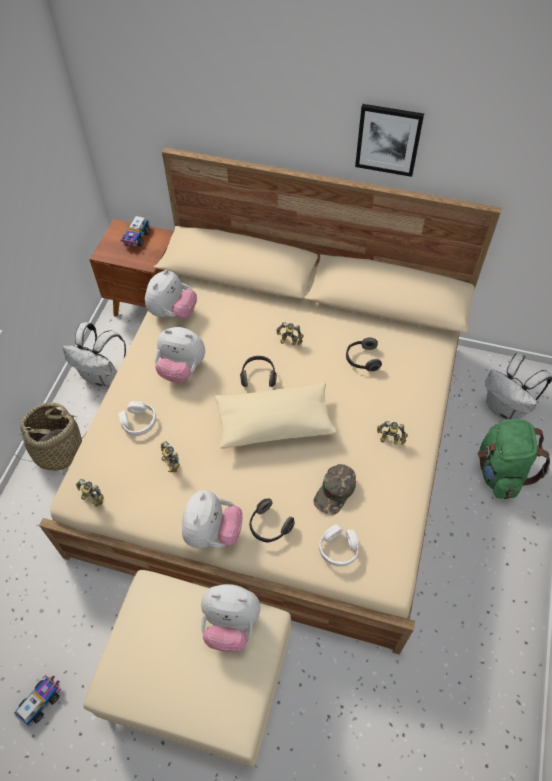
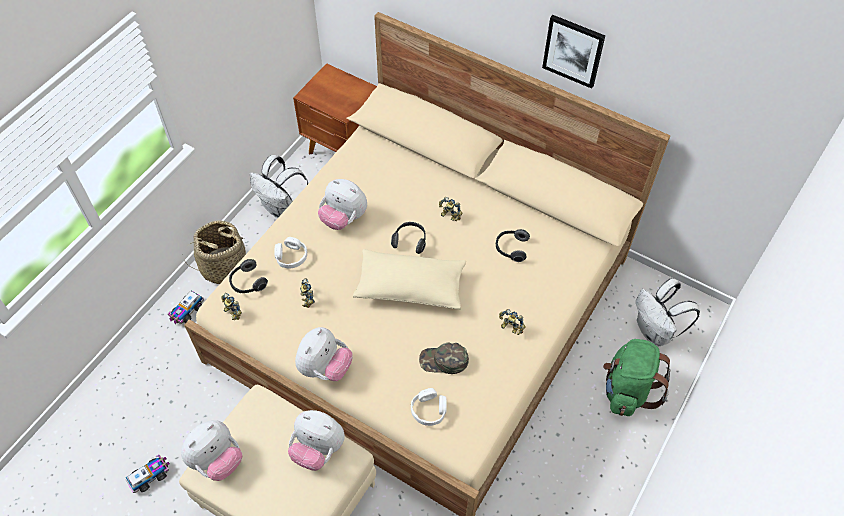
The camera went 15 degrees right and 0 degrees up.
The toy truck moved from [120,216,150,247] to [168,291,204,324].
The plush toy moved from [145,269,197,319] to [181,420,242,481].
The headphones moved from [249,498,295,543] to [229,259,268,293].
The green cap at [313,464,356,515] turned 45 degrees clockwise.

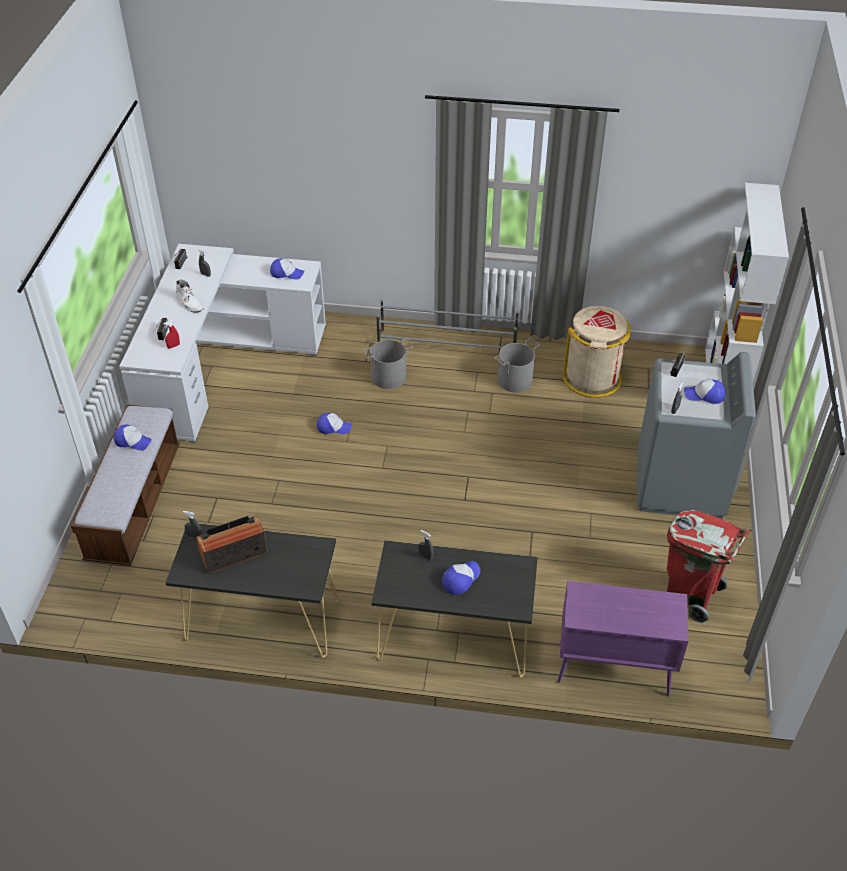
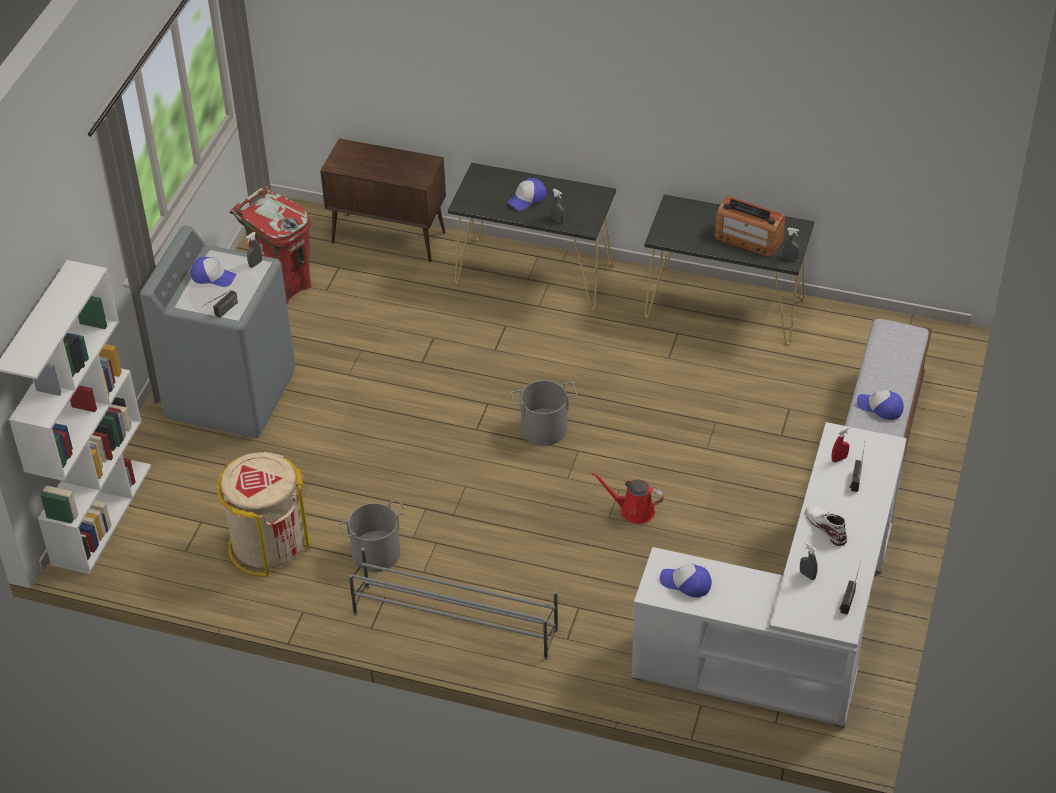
The camera went 170 degrees left and 0 degrees up.
The radio at [196,516,268,574] turned 45 degrees clockwise.
The cap at [317,413,352,434] was replaced by the red watering can at [591,471,664,524].
The grey bucket moved from [363,338,413,389] to [511,380,577,446].
The purple cabinet at [557,581,689,696] became the brown cabinet at [320,138,446,262].

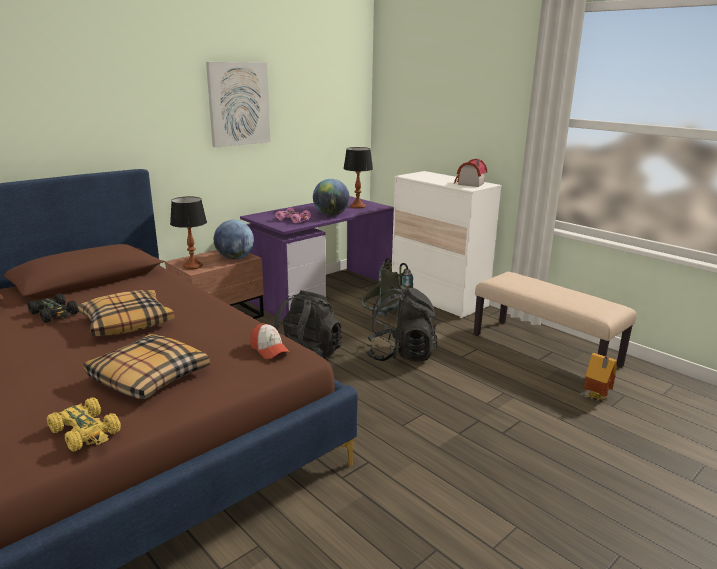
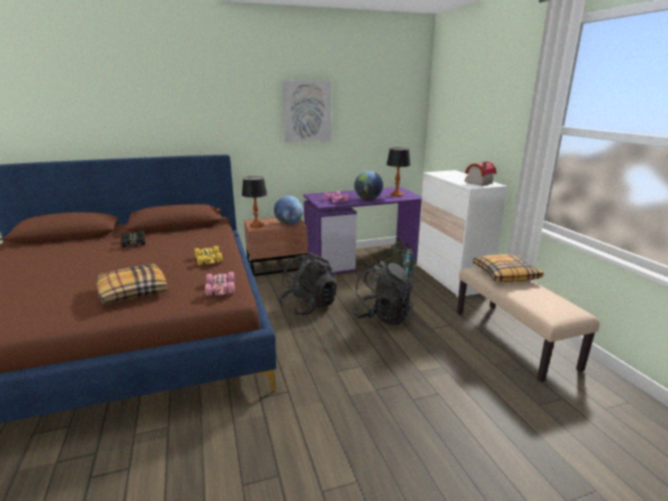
The camera went 25 degrees right and 0 degrees up.
The yellow toy car moved from [47,397,121,452] to [194,245,223,265].
The pillow moved from [78,290,174,336] to [473,254,544,282].
The cap at [250,323,290,359] was replaced by the pink toy car at [205,272,235,296].
The toy house at [584,353,617,402] disappeared.

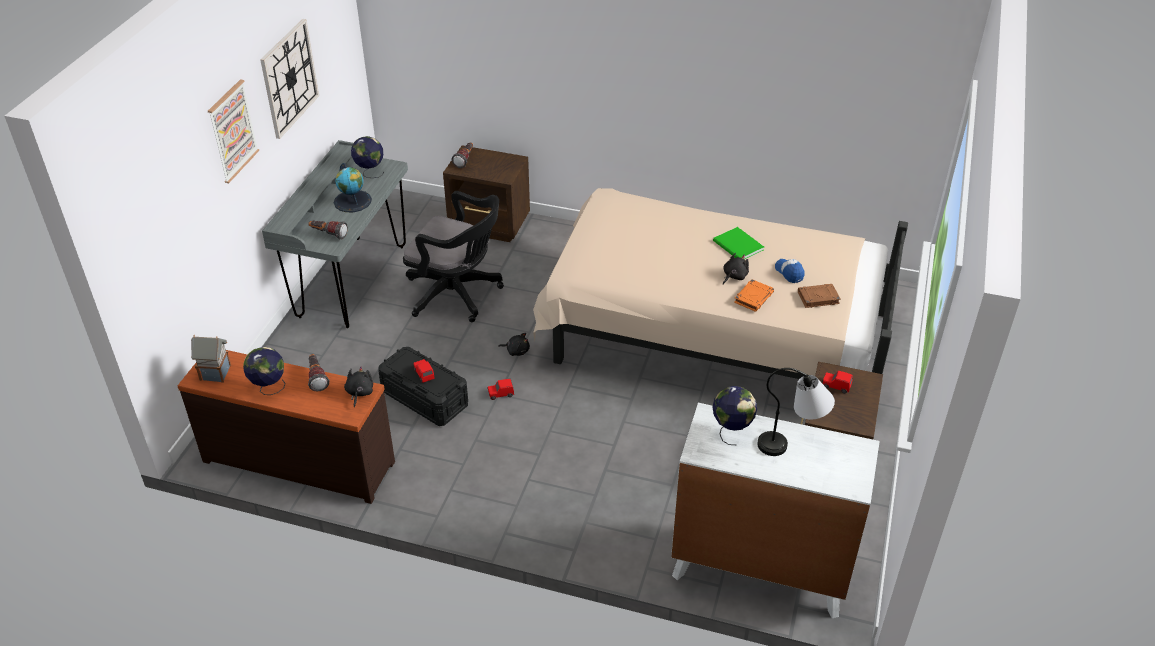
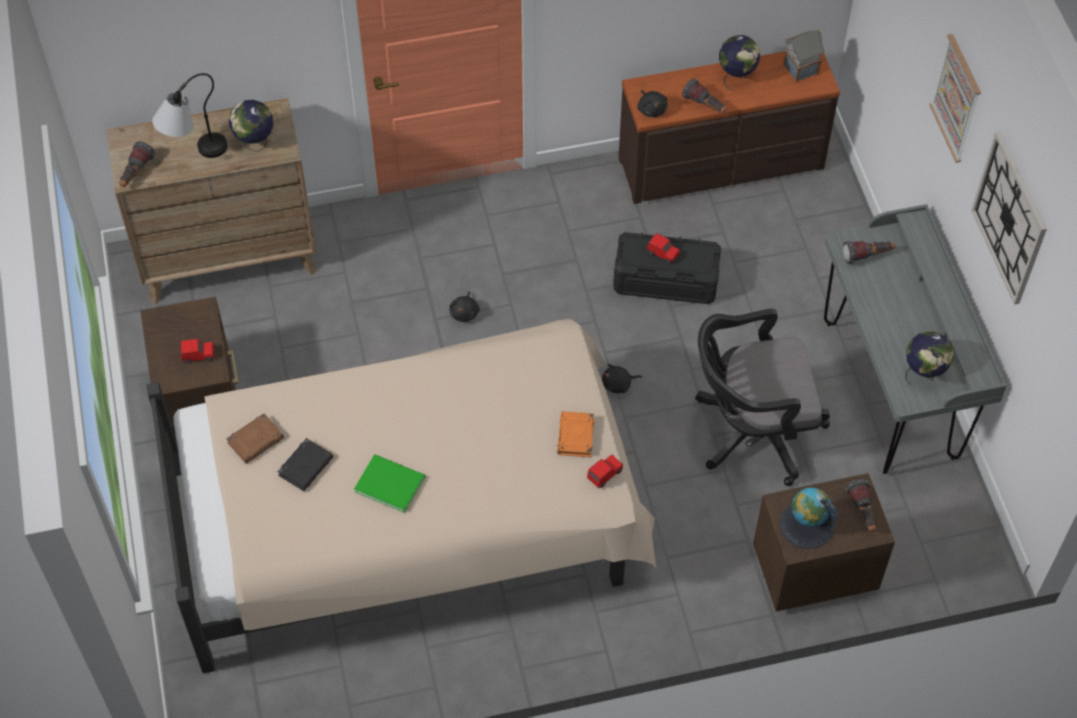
The camera went 150 degrees right and 15 degrees up.
The globe moved from [334,163,372,212] to [780,488,838,549].
The red toy car moved from [487,379,514,400] to [587,454,623,488].
The white dresser at [671,403,880,618] became the brown dresser at [106,98,317,304].
The black plush toy moved from [723,253,749,285] to [450,291,480,322].
The orange book moved from [734,279,774,312] to [557,411,594,457].
The cap at [775,259,805,283] was replaced by the black book at [277,438,333,491].
The flashlight at [119,141,155,187] appeared.

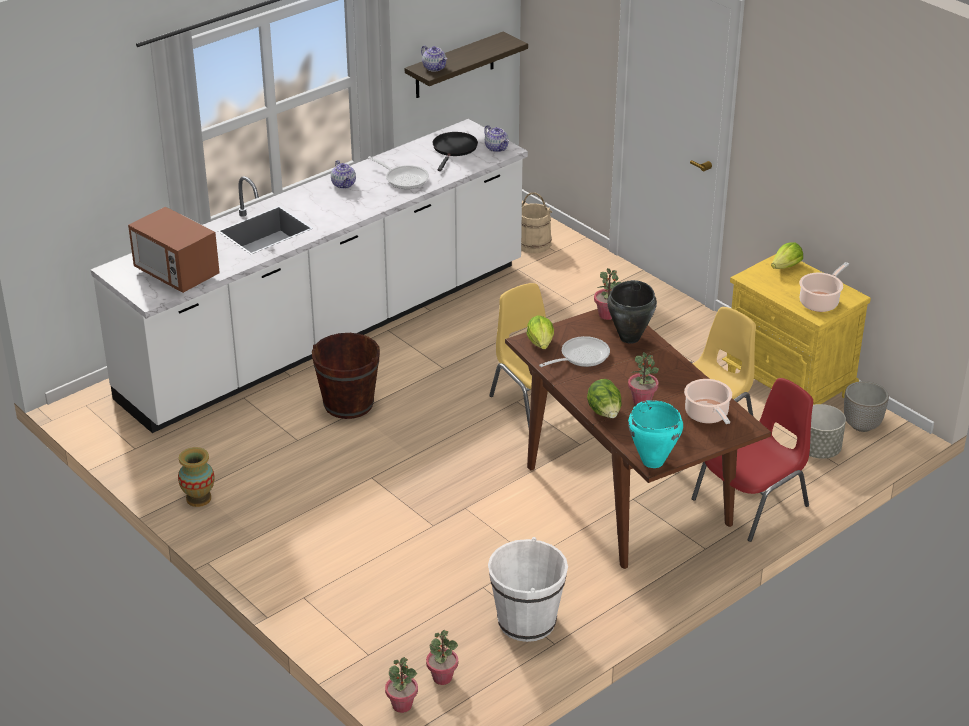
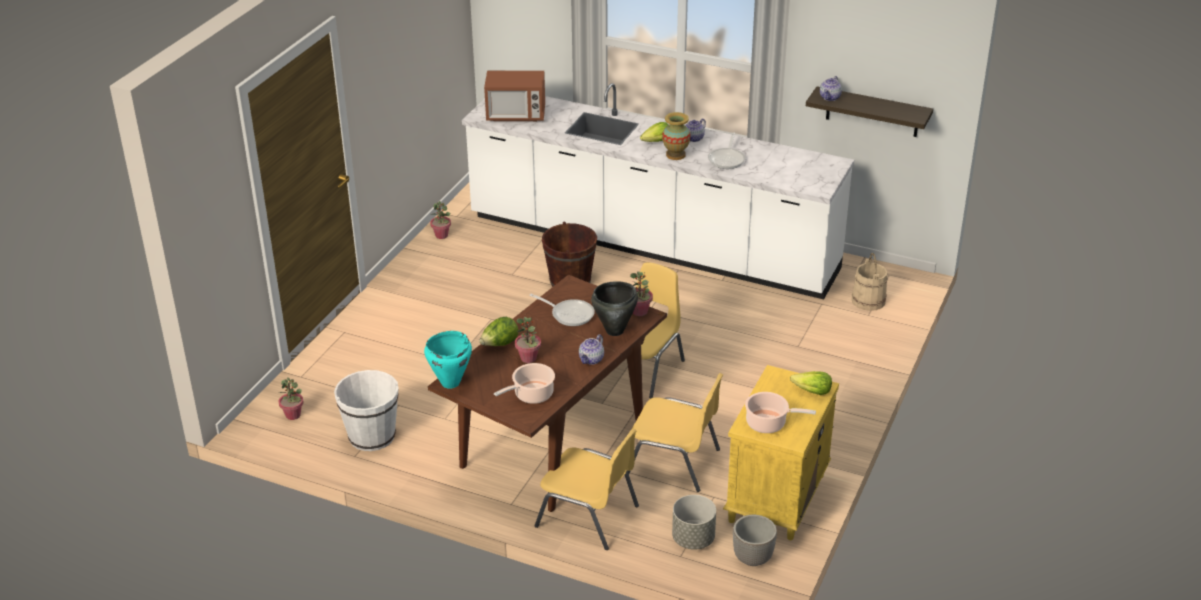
The camera went 65 degrees right and 0 degrees up.
The microwave at [128,207,220,293] turned 105 degrees counterclockwise.
The vase moved from [178,447,215,507] to [662,112,690,160].
The potted plant moved from [385,657,418,713] to [430,201,451,239].
The black frying pan at [433,132,478,171] disappeared.
The teapot moved from [484,125,509,152] to [579,334,604,365].
The lettuce moved from [527,315,554,349] to [640,122,669,142].
The red chair at [692,378,813,542] became the yellow chair at [535,429,639,550].

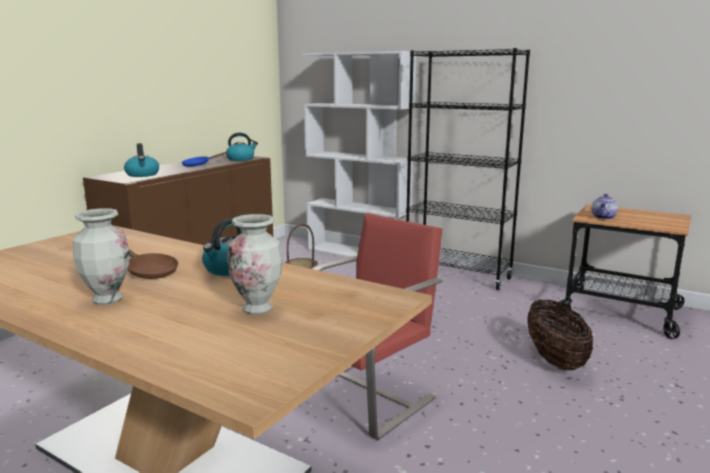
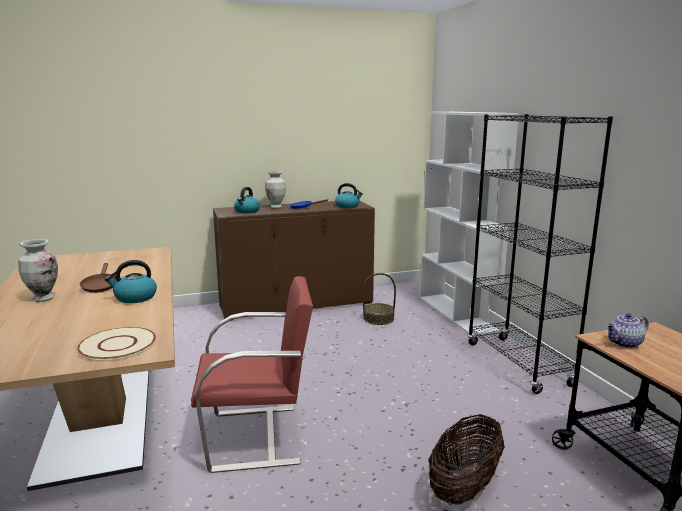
The camera went 40 degrees right and 0 degrees up.
The vase moved from [227,214,283,315] to [265,171,286,208].
The beige plate at [77,327,156,360] appeared.

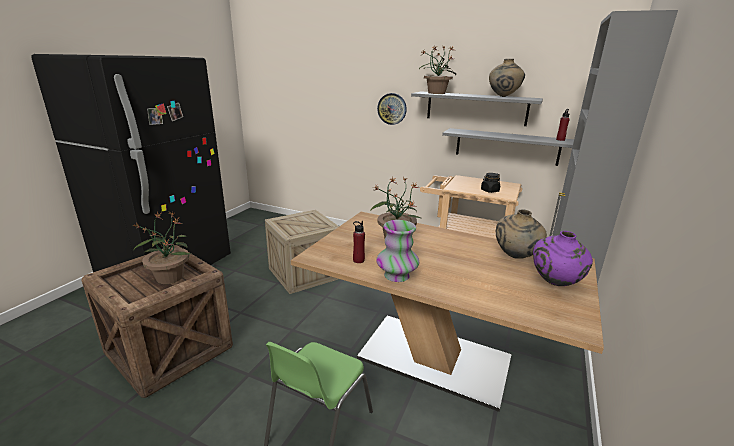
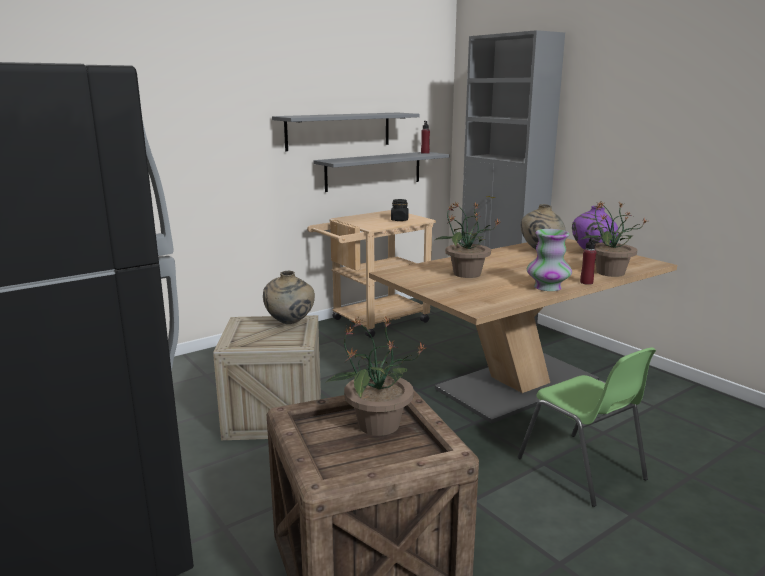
The camera went 60 degrees left and 5 degrees down.
The red bottle moved from [353,221,365,263] to [580,237,597,285].
The wall clock at [377,93,407,125] disappeared.
The potted plant moved from [419,46,456,94] to [580,202,647,277].
The beige vase moved from [489,59,525,97] to [263,271,315,324].

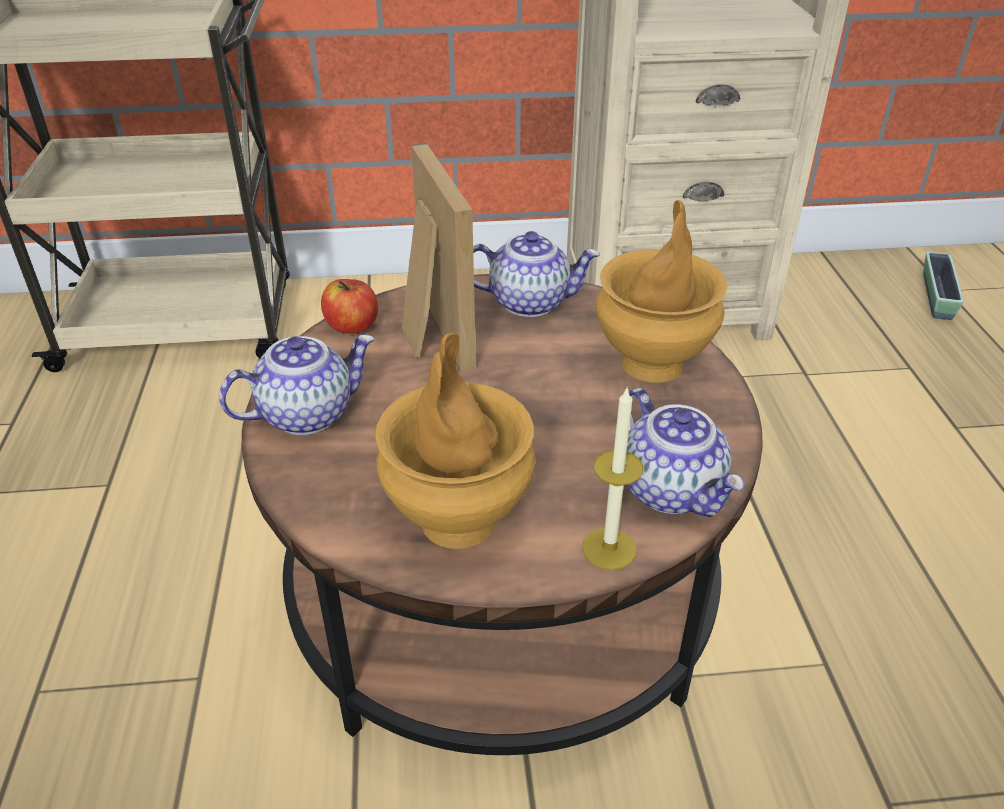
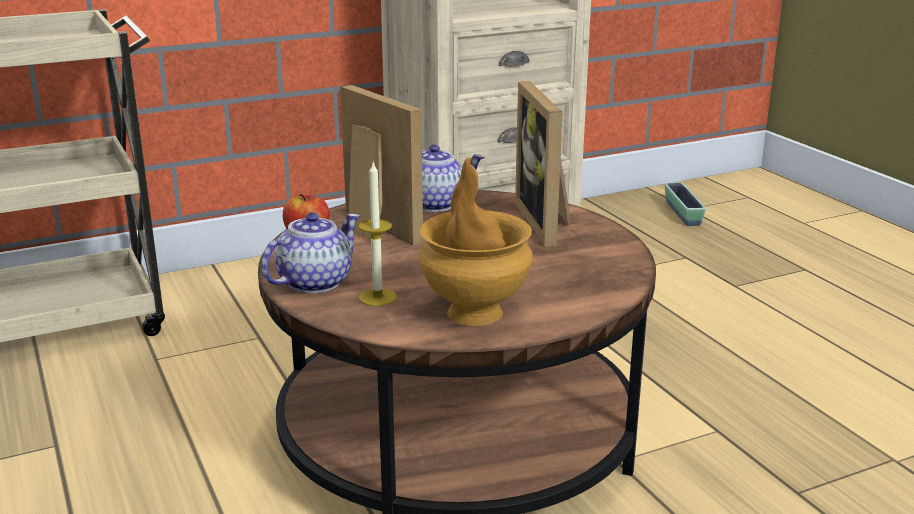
The camera went 20 degrees left and 15 degrees down.
The candle moved from [582,386,644,570] to [359,162,397,306].
The brown vase at [596,200,727,383] was replaced by the picture frame at [515,81,571,247].
The teapot at [626,388,744,517] disappeared.

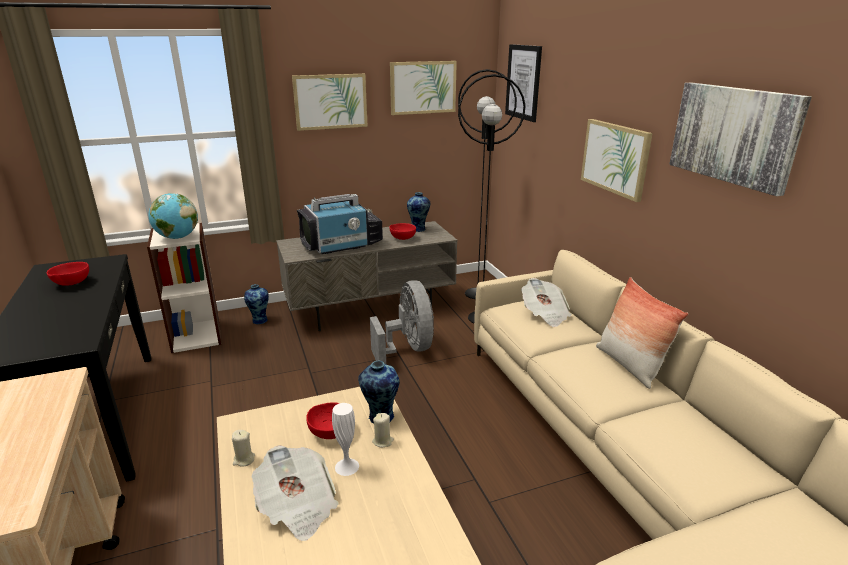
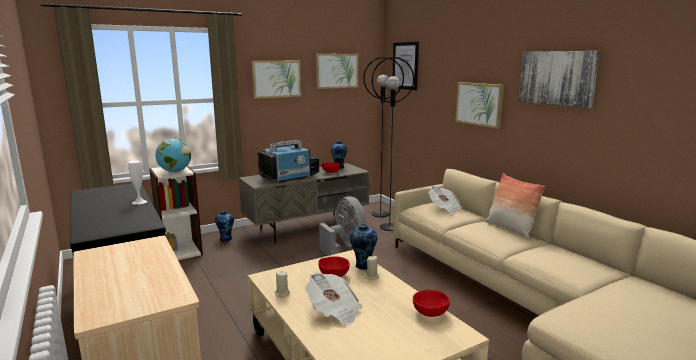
The camera went 10 degrees left and 10 degrees down.
The red bowl moved from [47,262,89,286] to [413,290,450,317].
The white vase moved from [332,403,359,476] to [128,161,147,205].

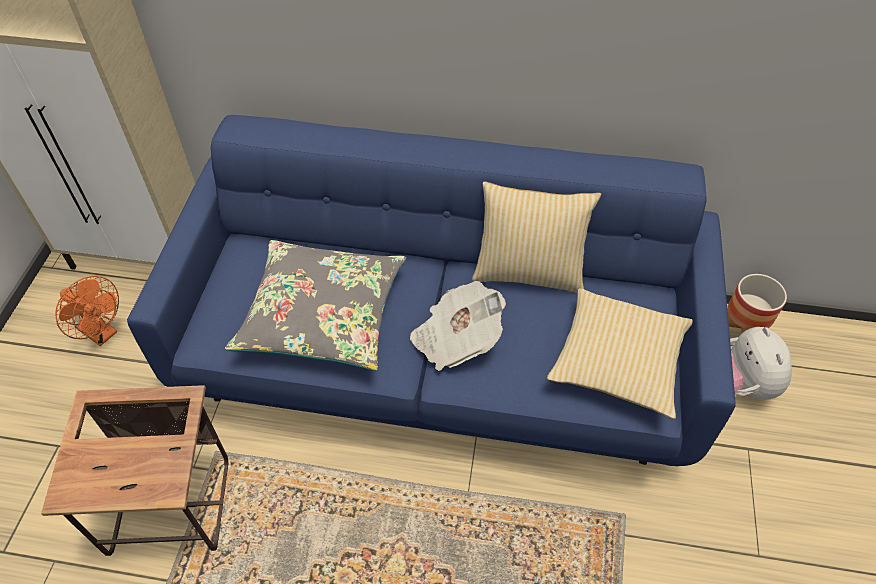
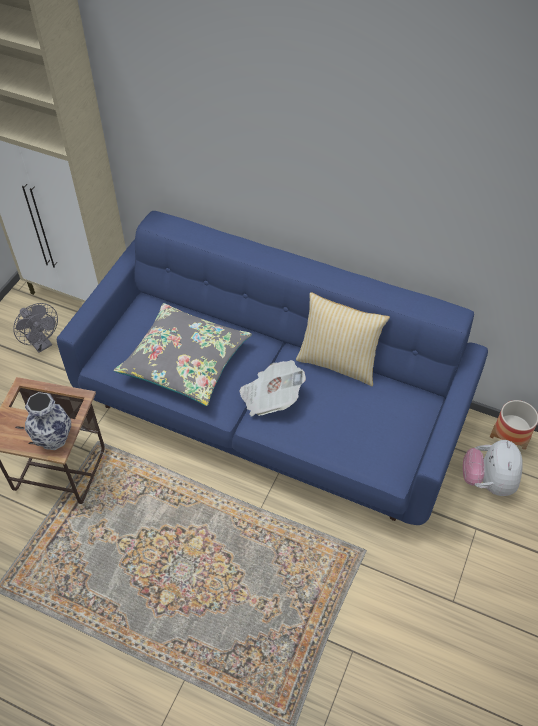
The camera went 15 degrees right and 0 degrees up.
The orange fan at [55,276,119,346] became the grey fan at [13,303,58,353].
The pillow at [547,288,693,419] disappeared.
The vase at [25,392,71,450] appeared.

